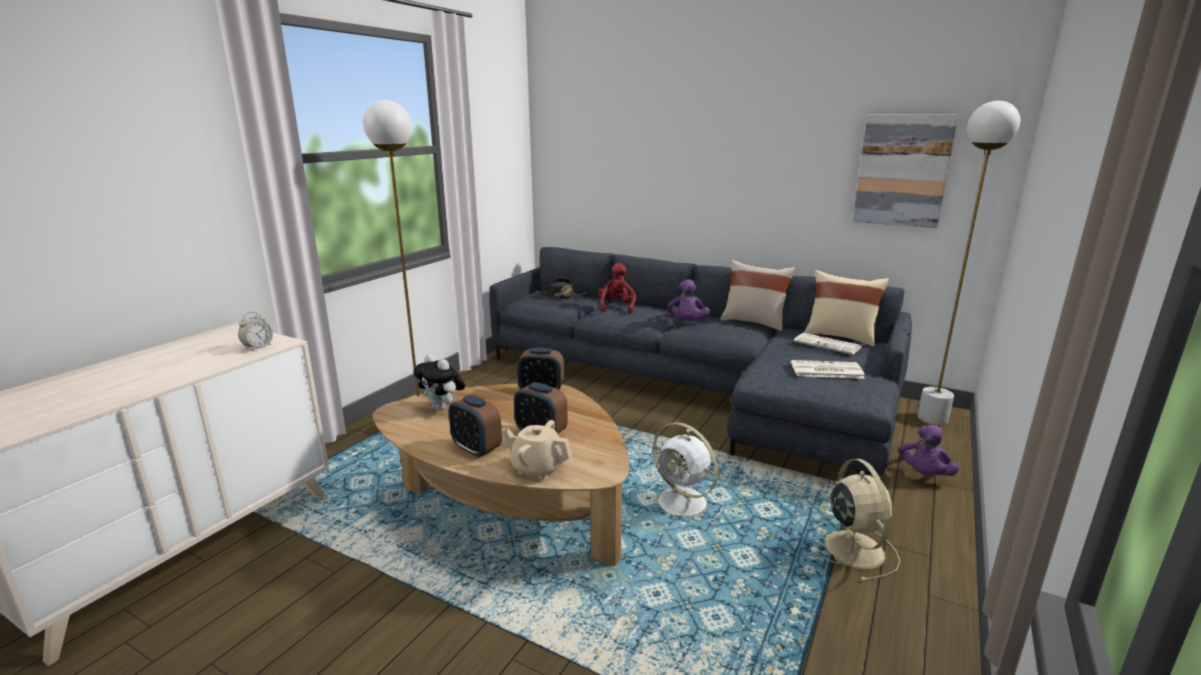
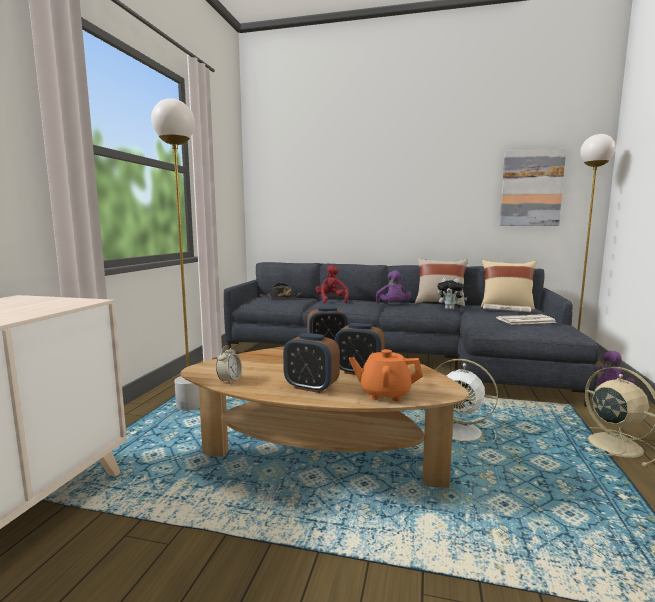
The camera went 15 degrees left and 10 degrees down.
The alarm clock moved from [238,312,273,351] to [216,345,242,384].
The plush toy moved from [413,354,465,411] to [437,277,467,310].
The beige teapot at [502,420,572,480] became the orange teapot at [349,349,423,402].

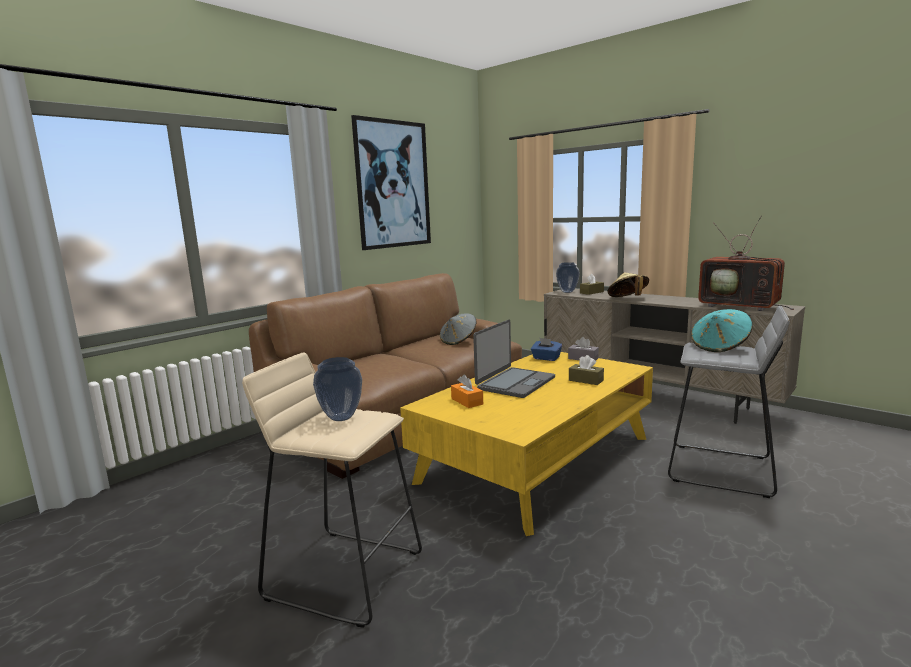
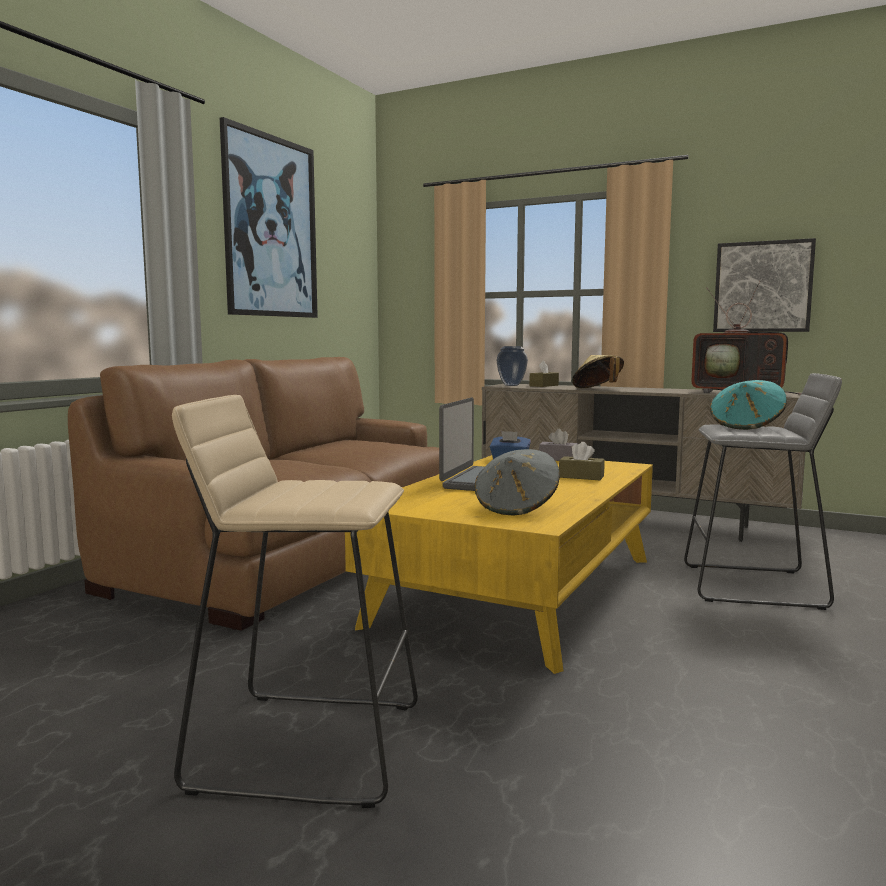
The camera went 15 degrees left and 5 degrees down.
The vase at [313,357,362,421] disappeared.
The grey hat moved from [440,313,476,345] to [475,449,560,515].
The orange tissue box at [451,375,483,408] disappeared.
The picture at [713,238,816,332] appeared.

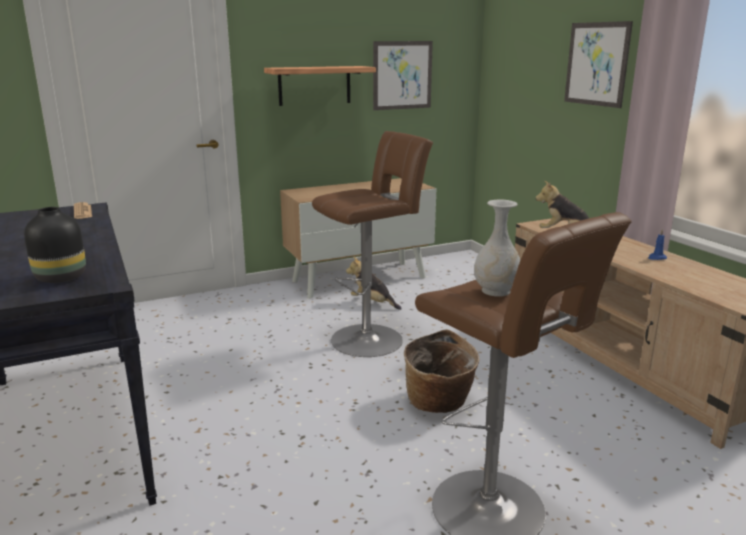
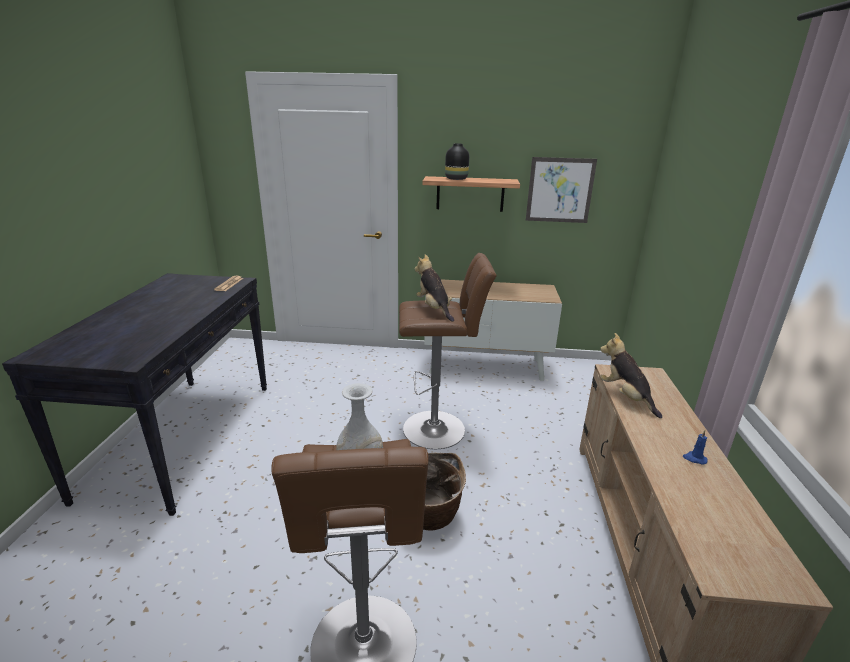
The camera went 30 degrees right and 5 degrees up.
The black vase moved from [24,207,86,283] to [445,143,469,180].
The plush toy moved from [346,256,402,310] to [415,254,454,322].
The picture at [564,21,633,108] disappeared.

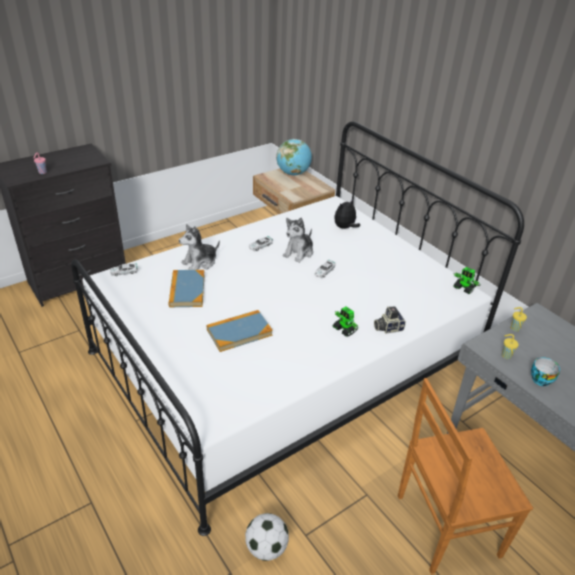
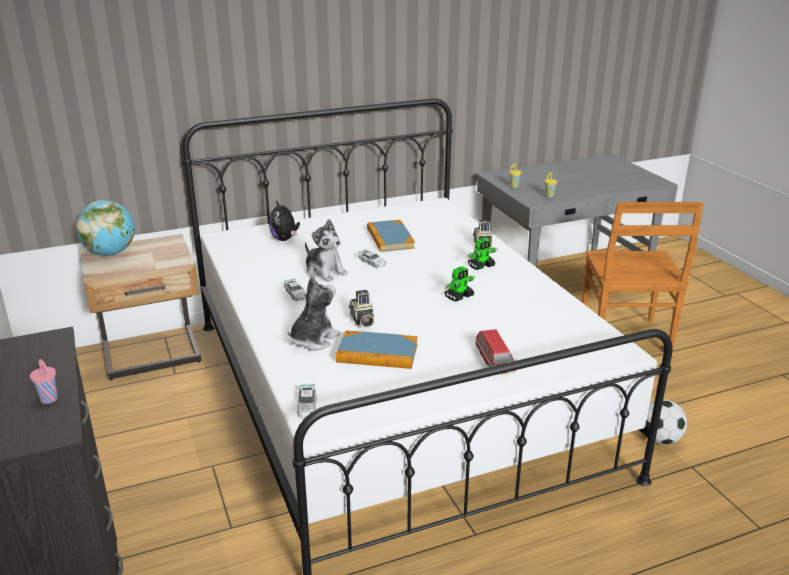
The camera went 75 degrees left and 10 degrees down.
The plush toy at [179,224,220,270] turned 120 degrees counterclockwise.
The book moved from [207,310,273,352] to [367,220,415,252].
The toy robot moved from [453,267,481,294] to [444,266,474,302].
The cup at [531,357,560,386] disappeared.
The photo camera at [349,290,374,328] appeared.
The toy car at [475,329,516,374] appeared.

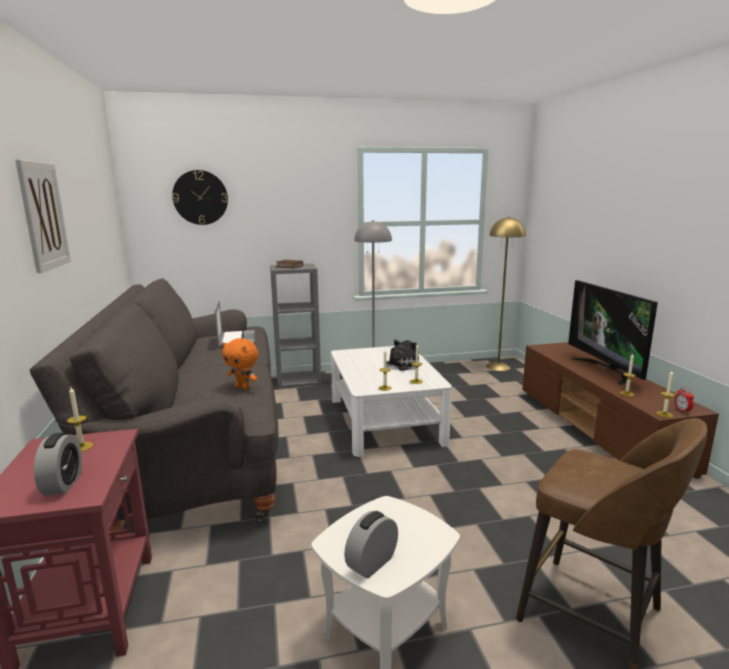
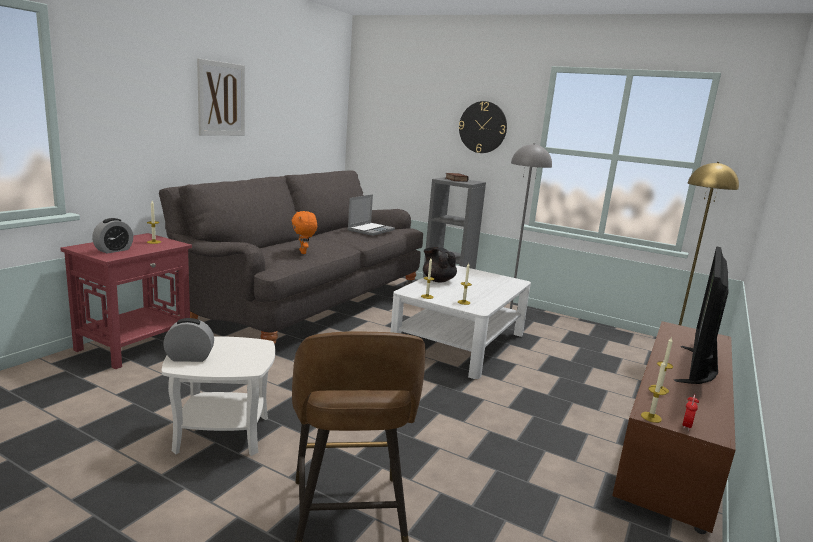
The camera went 40 degrees right and 0 degrees up.
The wall clock moved from [172,170,228,225] to [459,101,507,153].
The plush toy at [386,340,421,371] disappeared.
The black teapot at [423,247,457,283] appeared.

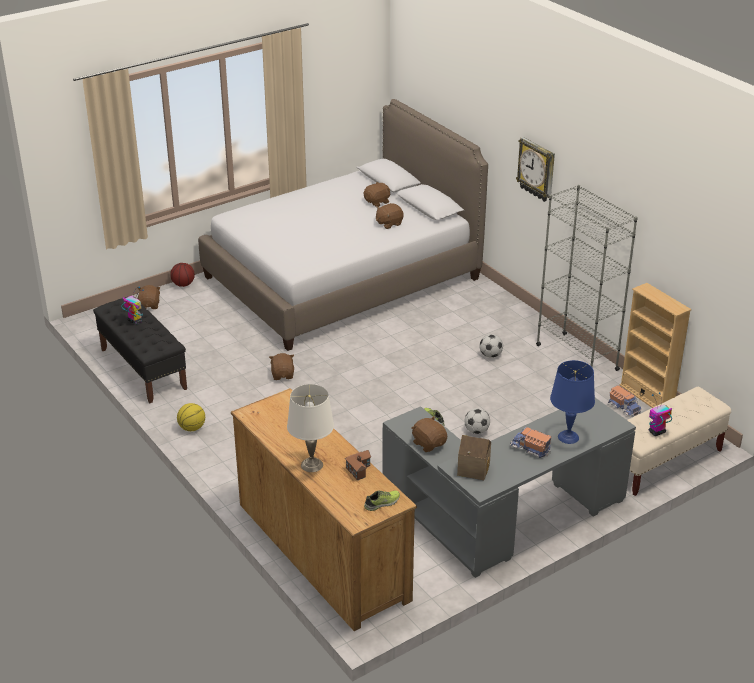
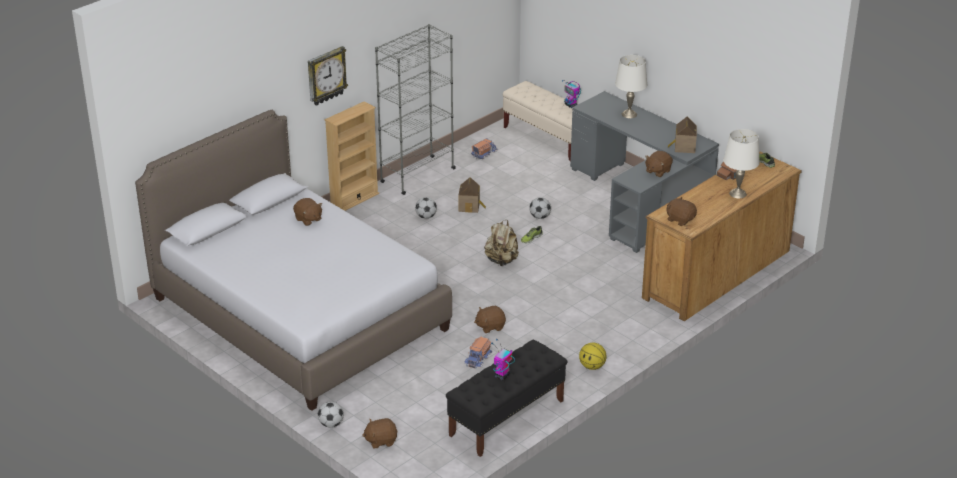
The camera went 100 degrees left and 0 degrees up.
The basketball at [170,263,195,287] was replaced by the football at [318,401,344,428].
The brown plush toy moved from [364,181,390,207] to [666,197,697,226].
The toy truck moved from [510,427,551,458] to [464,336,492,369].
The blue table lamp at [550,360,595,444] became the white table lamp at [615,55,647,118].
The beige bookcase moved from [619,283,691,408] to [325,101,379,211].
The toy house at [458,177,486,213] appeared.
The beige backpack at [484,220,519,266] appeared.

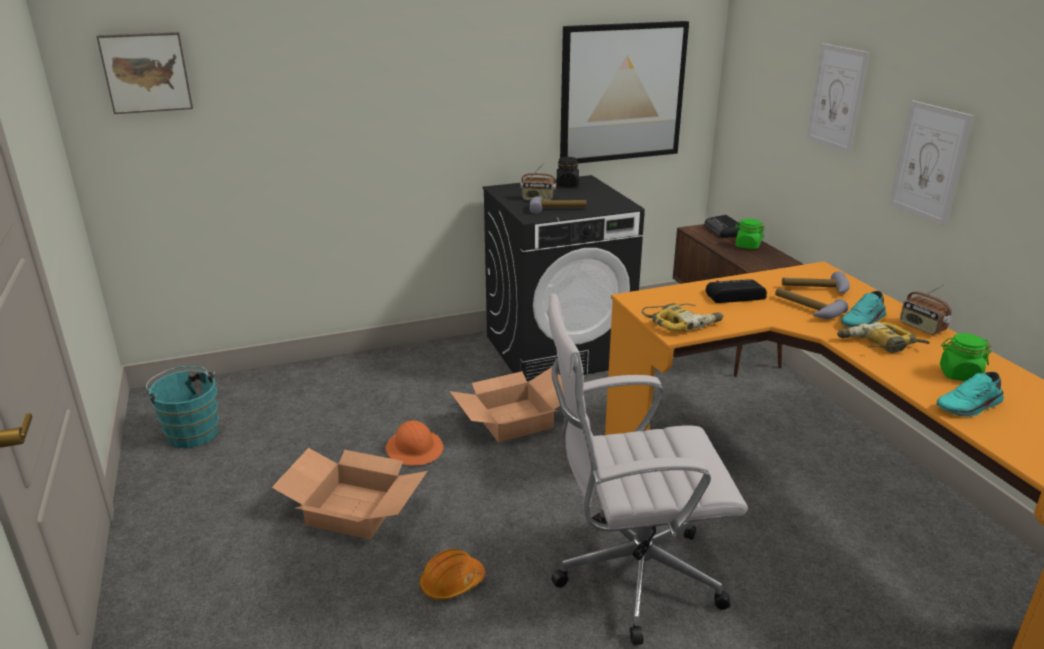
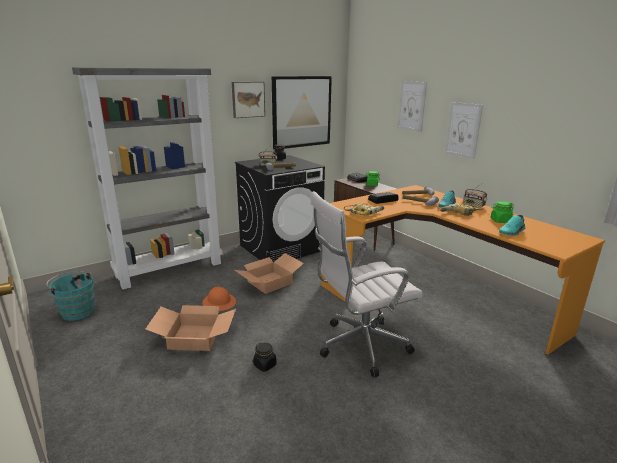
The camera went 15 degrees left and 5 degrees down.
The picture moved from [96,32,193,114] to [232,82,265,118].
The orange hard hat at [419,549,485,600] was replaced by the black jar at [253,343,276,372].
The grey bookcase at [72,67,222,290] appeared.

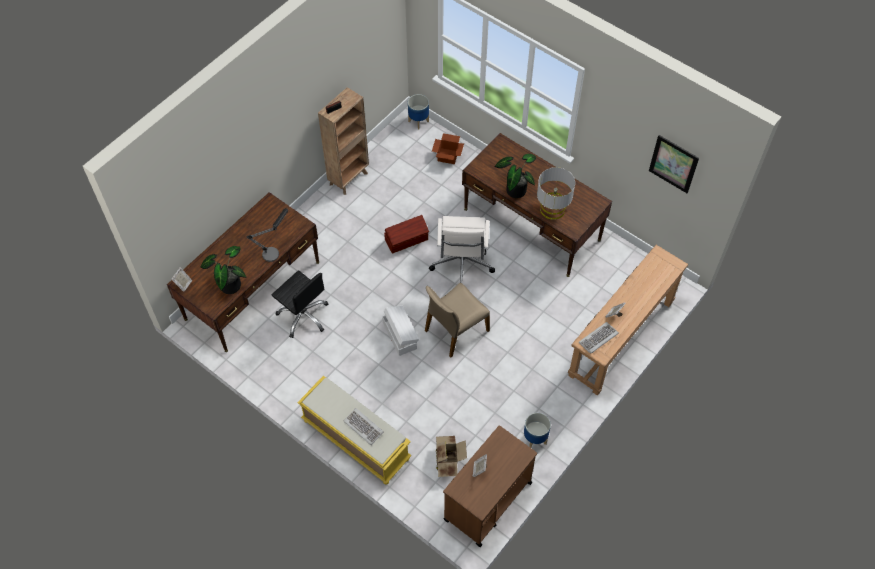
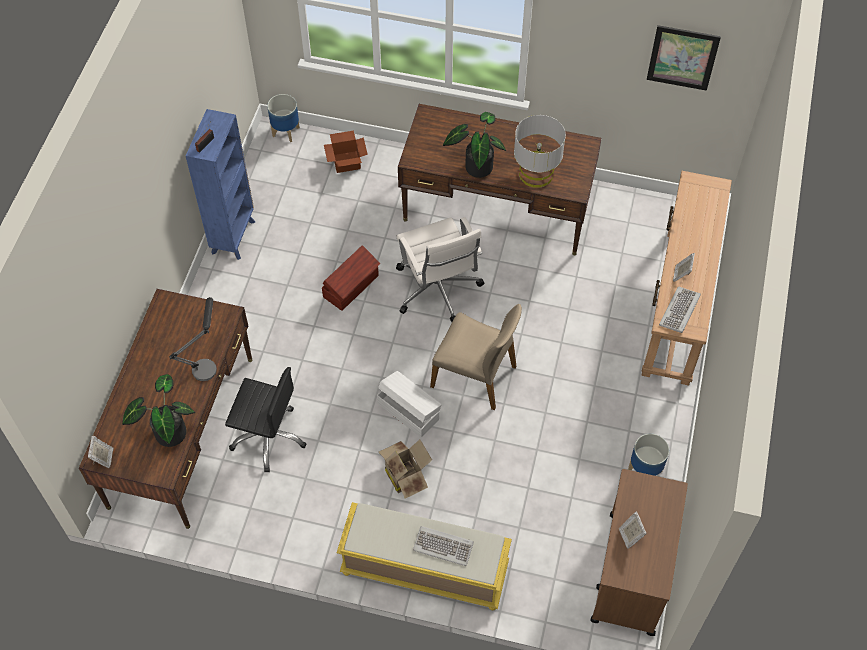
The camera went 25 degrees left and 0 degrees up.
The brown bookcase at [318,87,369,195] became the blue bookcase at [186,109,255,260].
The beige chair at [425,283,490,357] turned 90 degrees counterclockwise.
The cardboard box moved from [436,436,467,477] to [379,439,432,499].

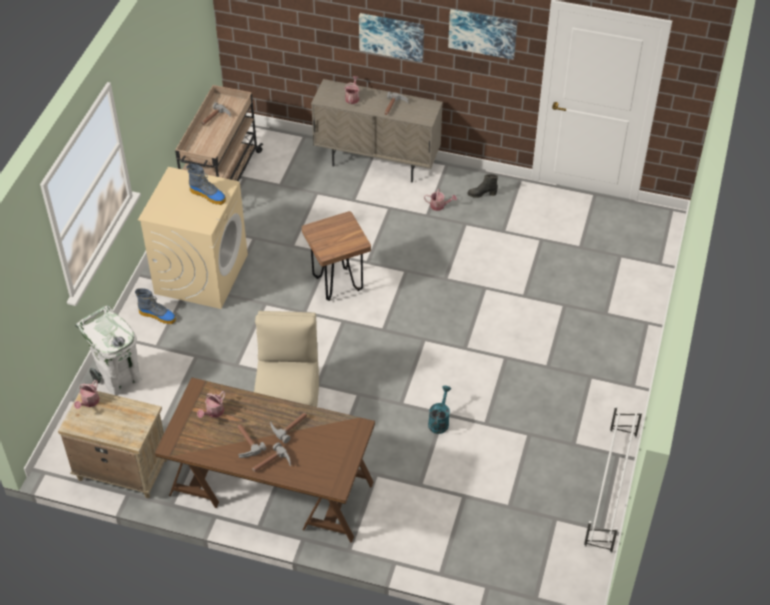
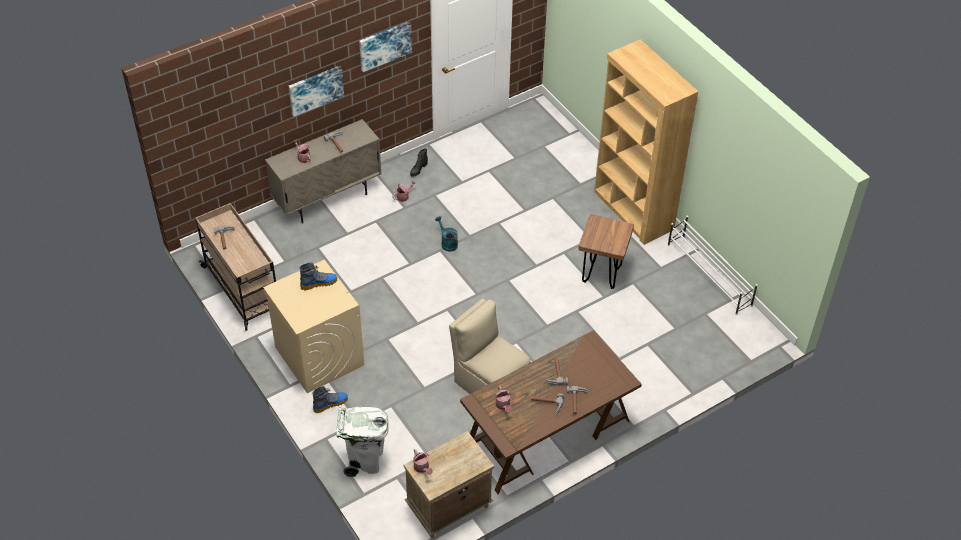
The camera went 50 degrees left and 0 degrees up.
The brown stool moved from [302,211,371,301] to [579,214,634,289].
The turquoise watering can moved from [428,386,451,434] to [435,216,458,252].
The brown bookcase at [594,39,698,245] appeared.

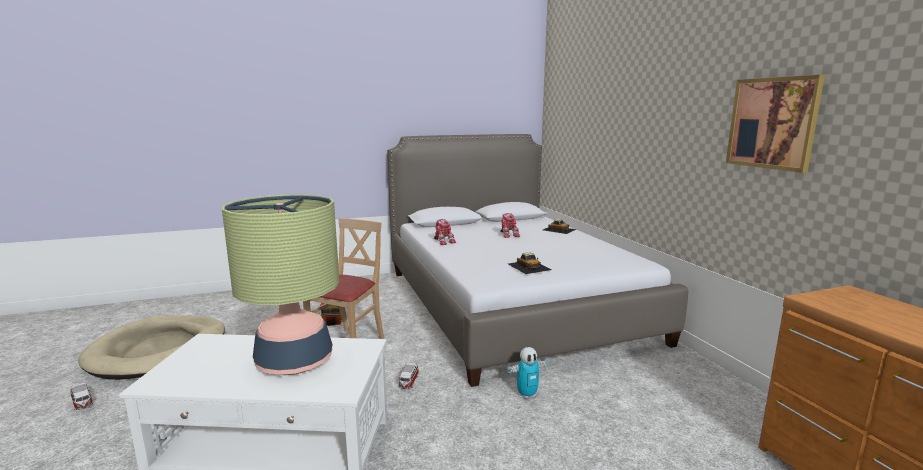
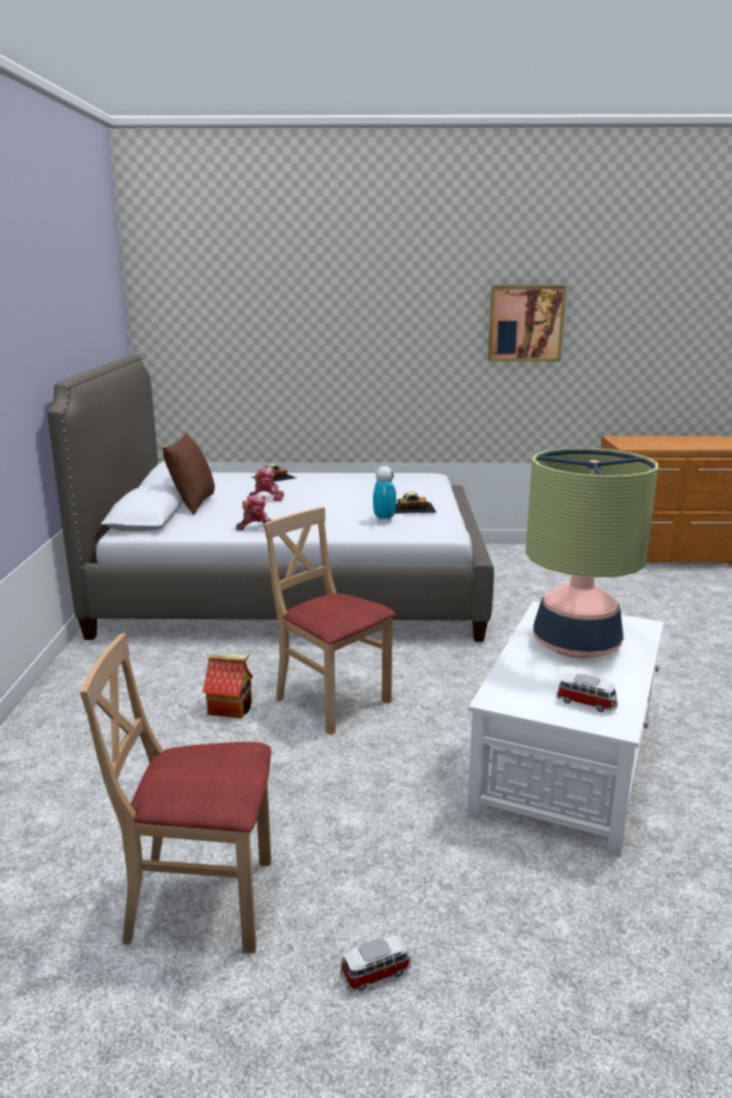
The camera went 70 degrees left and 5 degrees up.
The beige dog bed at [78,315,225,380] was replaced by the beige chair at [80,633,271,953].
The toy car moved from [398,363,419,389] to [556,673,618,712].
The toy robot moved from [508,347,549,399] to [373,466,396,522].
The brown pillow at [163,433,215,515] appeared.

